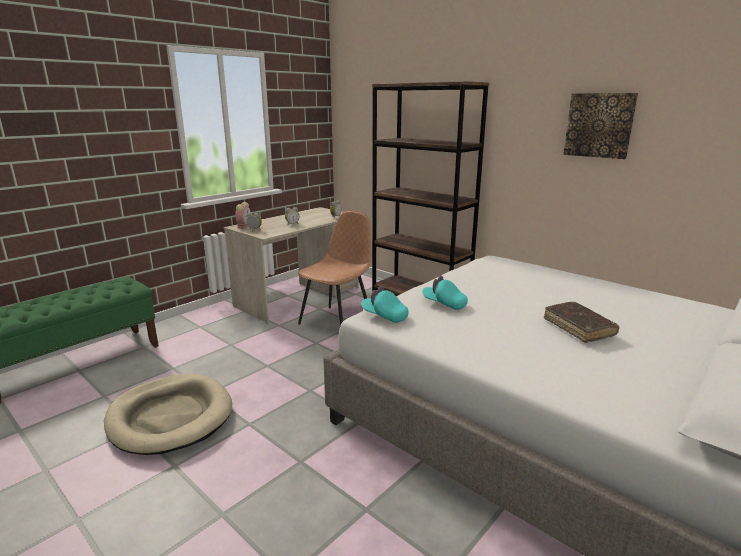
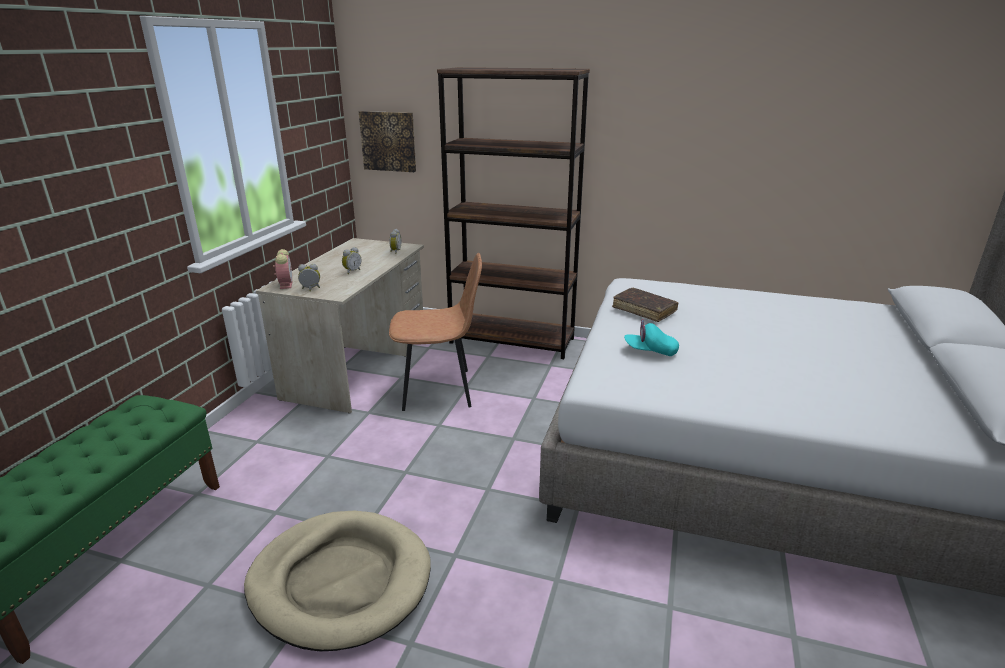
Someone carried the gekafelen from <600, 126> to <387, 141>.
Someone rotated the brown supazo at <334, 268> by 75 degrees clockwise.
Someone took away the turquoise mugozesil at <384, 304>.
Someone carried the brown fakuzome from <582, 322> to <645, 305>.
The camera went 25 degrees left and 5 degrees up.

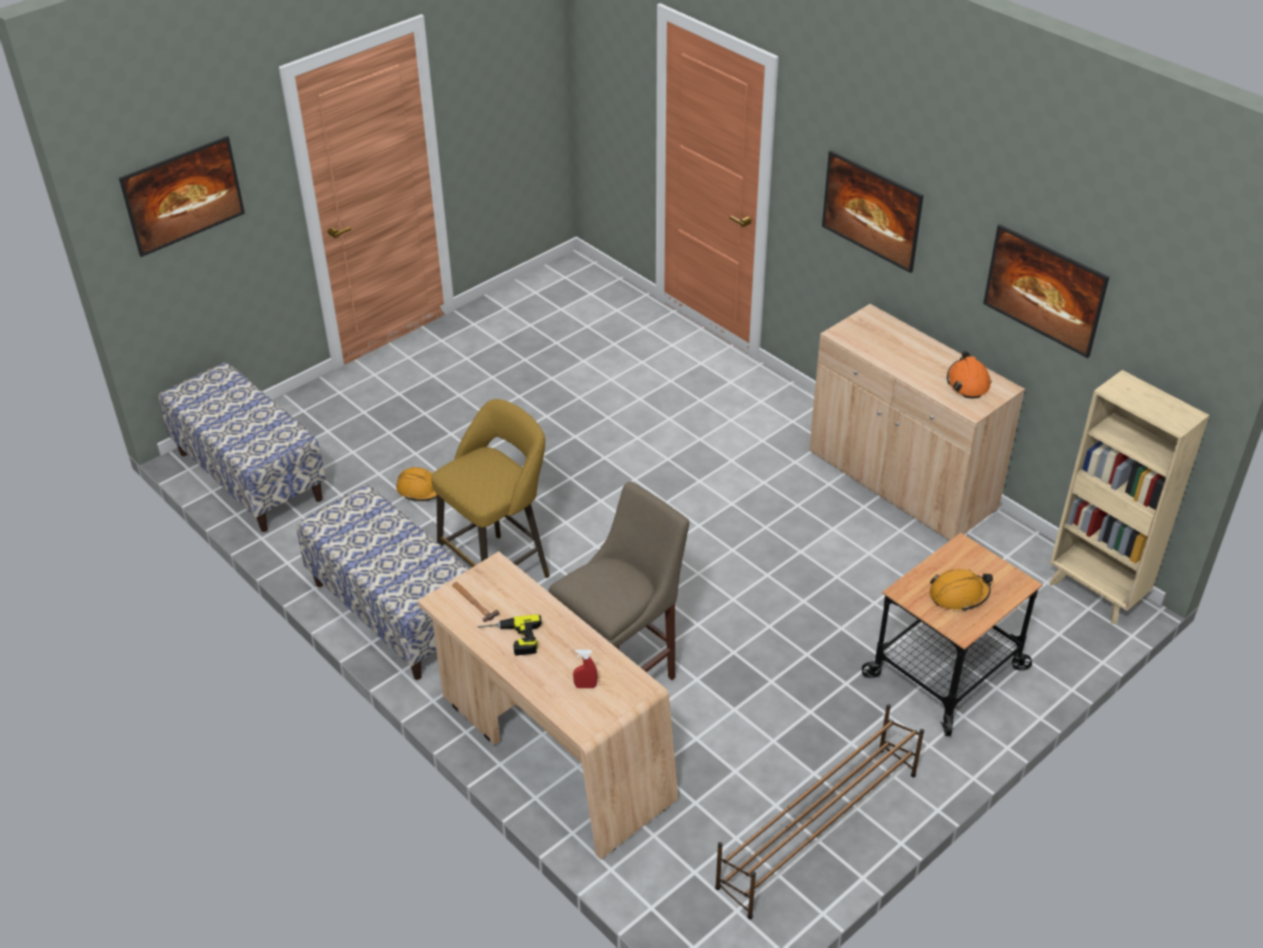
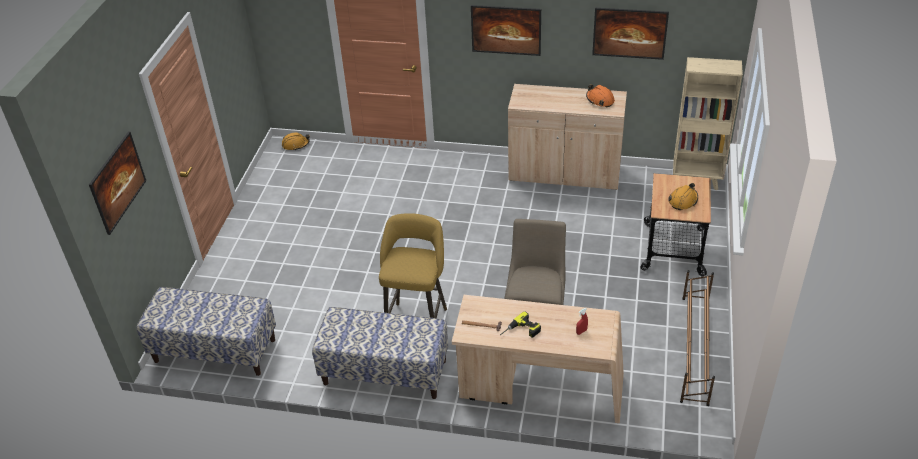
Someone carried the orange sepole from <416, 484> to <296, 141>.
The camera went 35 degrees left and 0 degrees up.

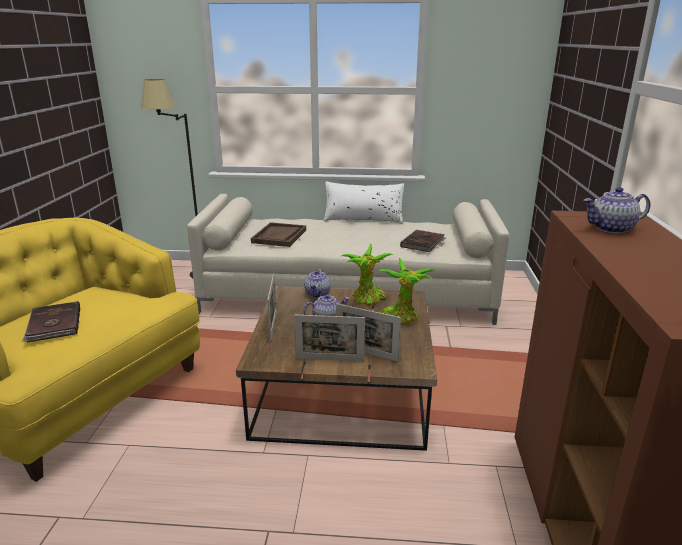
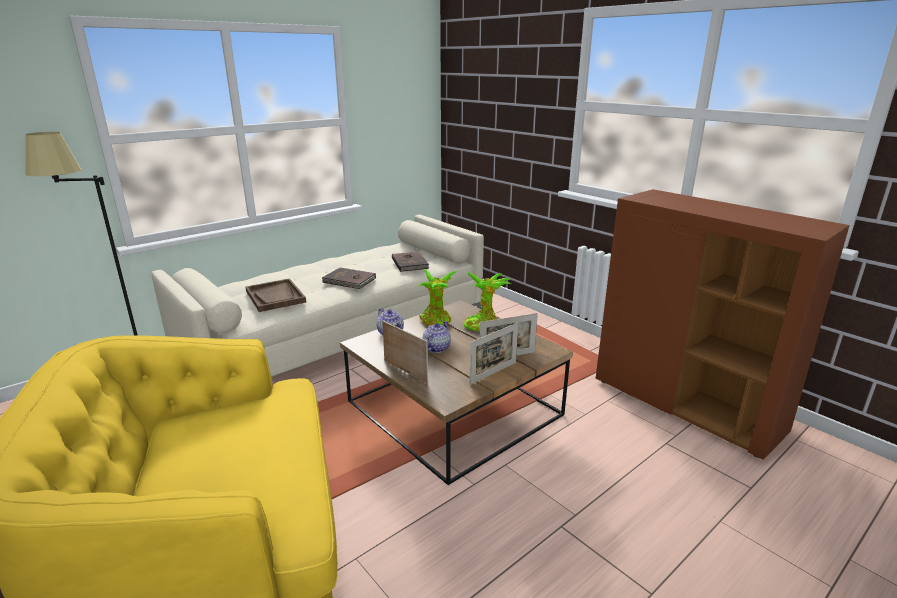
Someone took away the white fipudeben at <363, 203>.
Someone took away the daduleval at <617, 210>.
Someone carried the brown fakuzome from <51, 322> to <349, 278>.
The camera went 45 degrees left and 0 degrees up.

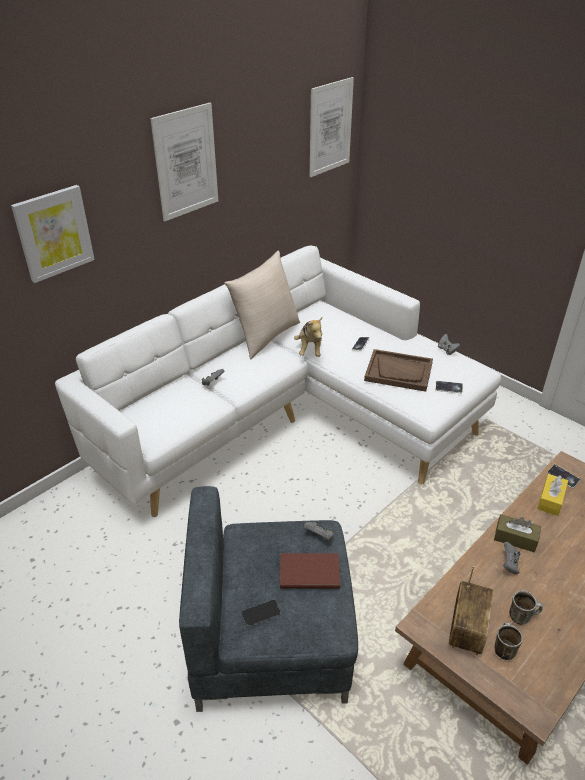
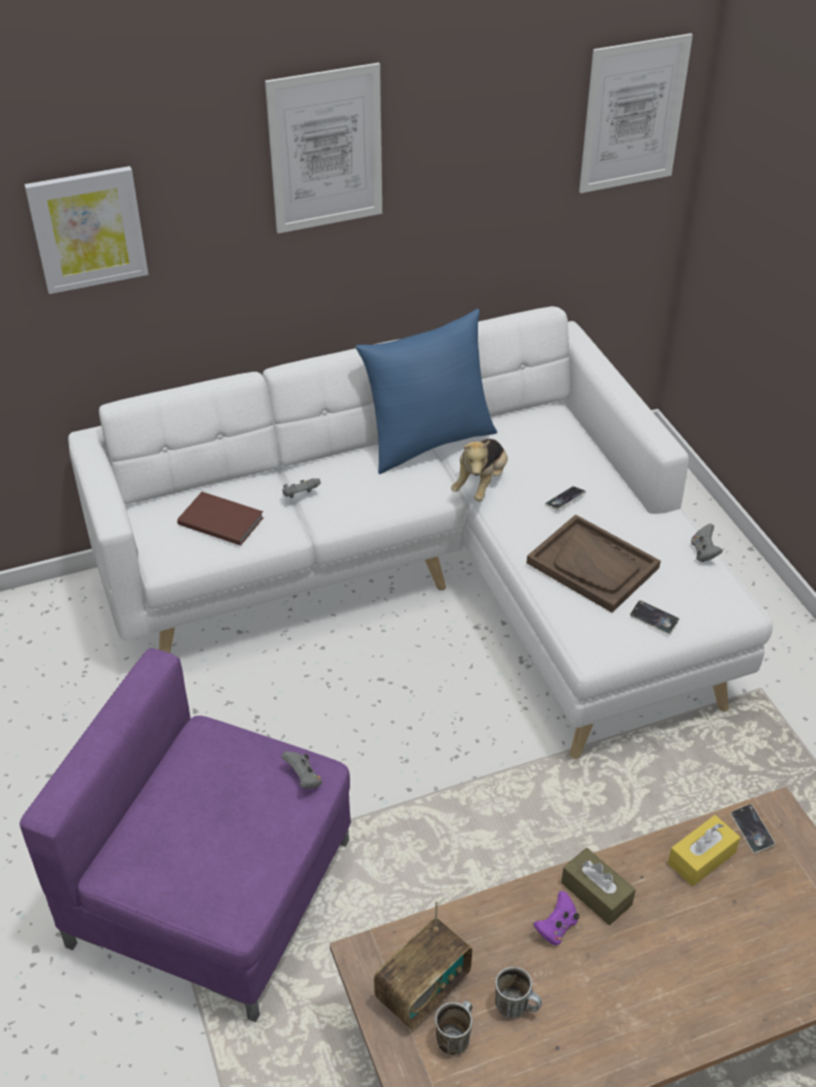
Someone repainted the beige fipudeben at <262, 305>, which became the blue fipudeben at <426, 391>.
Someone repainted the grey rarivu at <268, 599>, which became the purple rarivu at <185, 835>.
Someone repainted the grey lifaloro at <511, 558>, which became the purple lifaloro at <556, 918>.
Someone carried the brown fakuzome from <310, 571> to <220, 519>.
Someone took away the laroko at <261, 613>.
The camera went 25 degrees right and 5 degrees up.

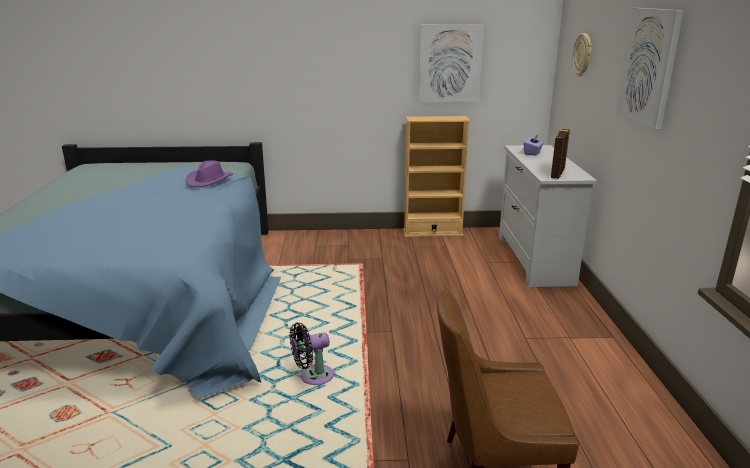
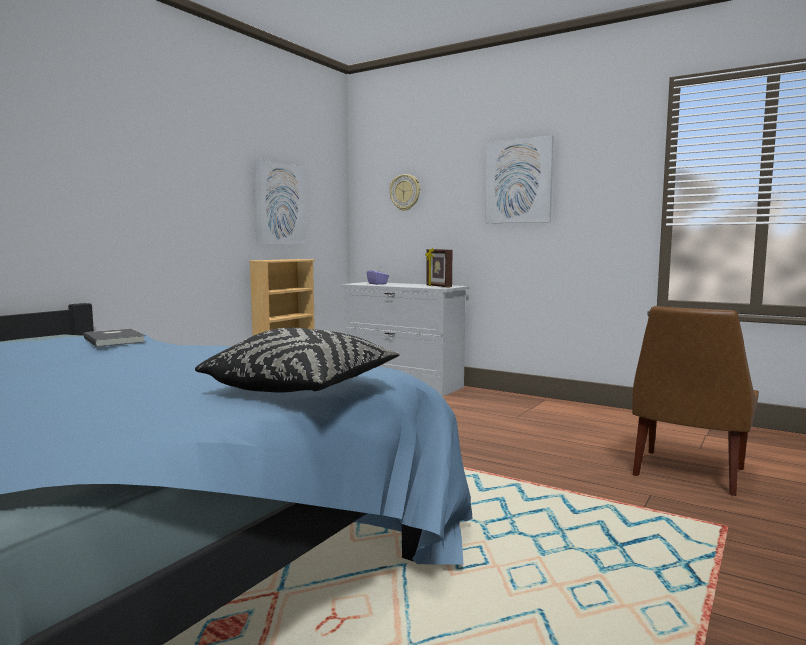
Someone swapped the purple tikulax at <209, 174> for the grey fakuzome at <114, 338>.
Someone took away the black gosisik at <312, 353>.
Someone put down the black fipudeben at <297, 360>.
The camera went 55 degrees left and 15 degrees down.

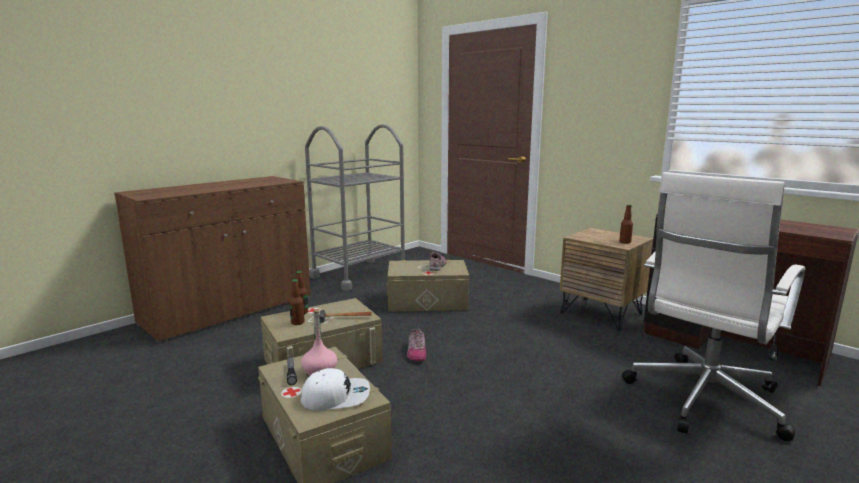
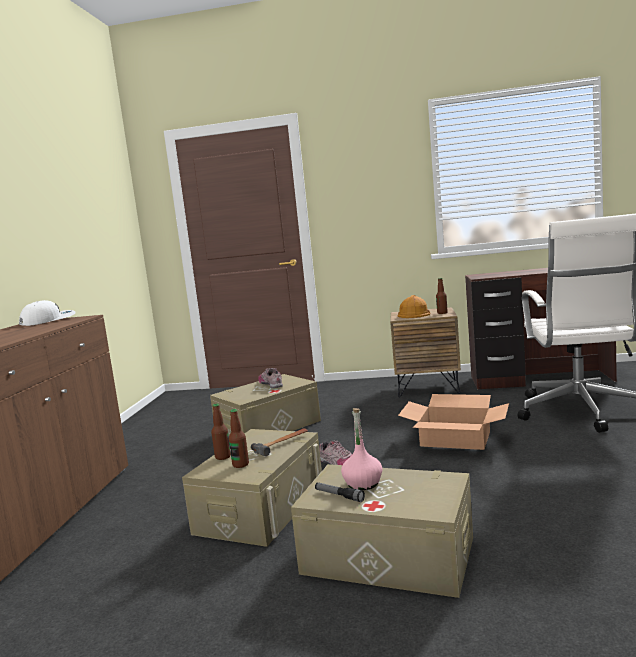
Someone took away the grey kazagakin at <355, 207>.
Someone carried the white mugozesil from <335, 389> to <47, 313>.
Someone put down the orange sepole at <413, 306>.
Someone put down the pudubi at <453, 422>.
The camera went 35 degrees left and 5 degrees down.

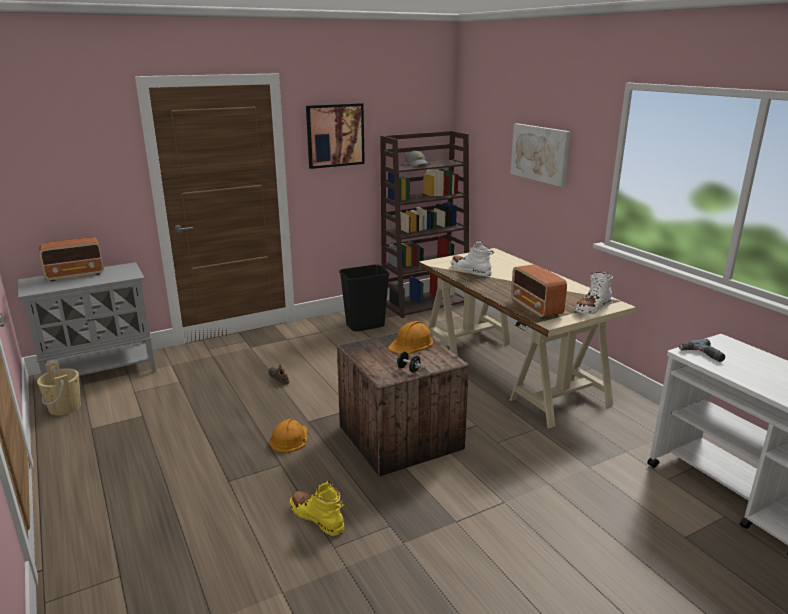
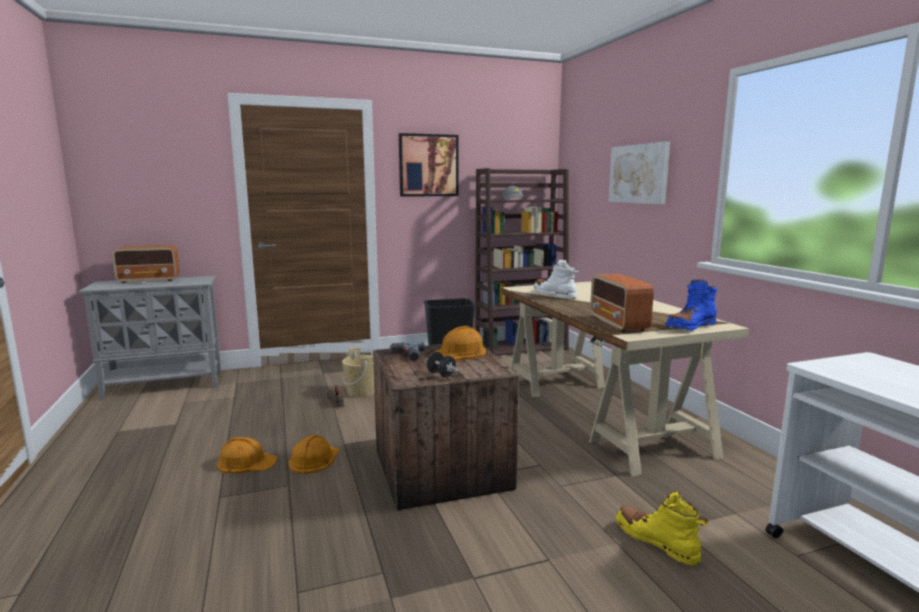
Someone repainted the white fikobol at <593, 292>, which became the blue fikobol at <691, 305>.
Someone carried the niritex from <702, 350> to <407, 351>.
Someone carried the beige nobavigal from <59, 388> to <358, 372>.
Someone carried the yellow fikobol from <317, 508> to <662, 528>.
Someone put down the orange sepole at <247, 455>.
The camera went 10 degrees right and 10 degrees down.

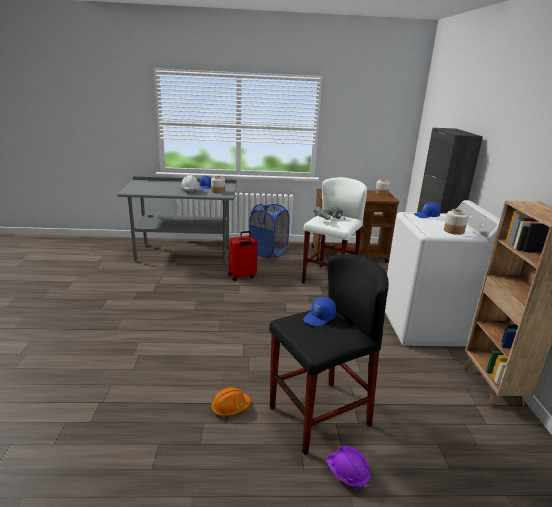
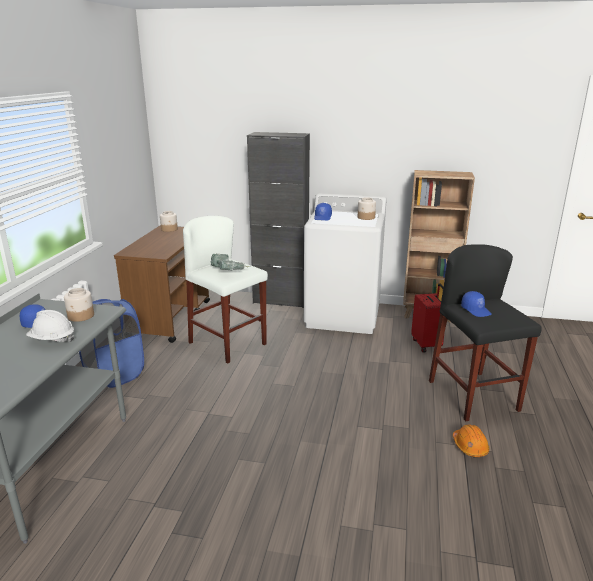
Someone carried the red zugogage from <243, 256> to <427, 318>.
Someone took away the purple sepole at <348, 467>.
The camera went 75 degrees left and 0 degrees up.

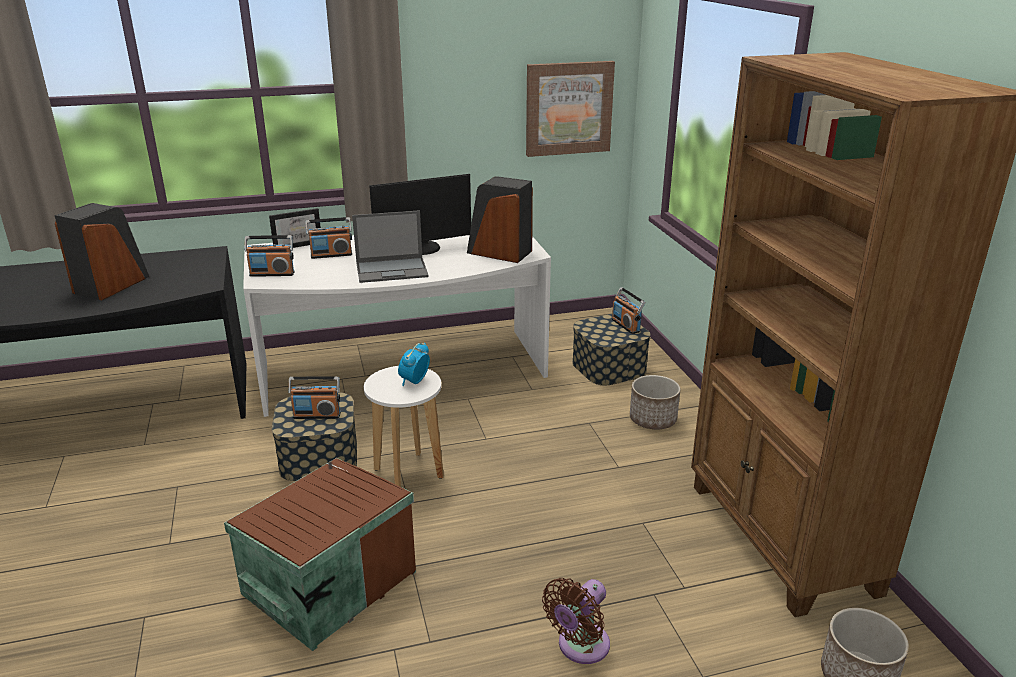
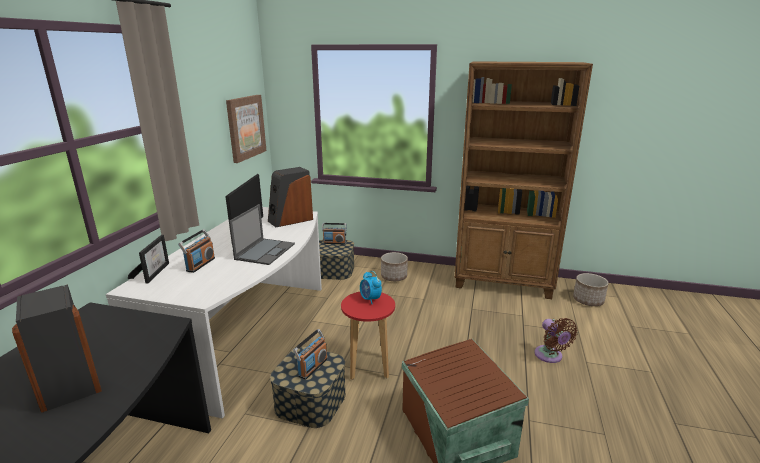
Someone took away the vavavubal at <270, 256>.
Someone repainted the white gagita at <404, 426>, which became the red gagita at <368, 336>.
The camera went 60 degrees left and 5 degrees down.

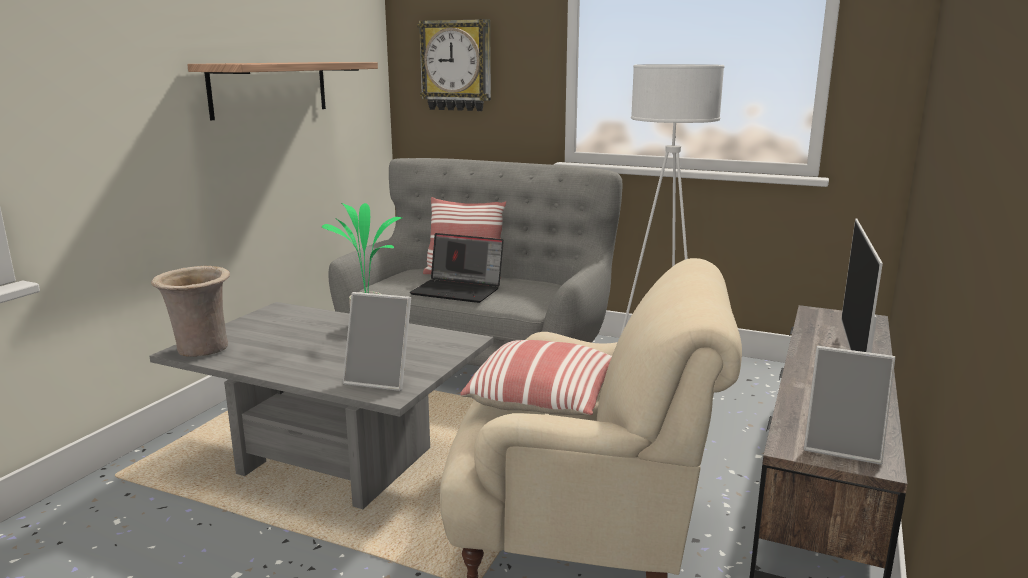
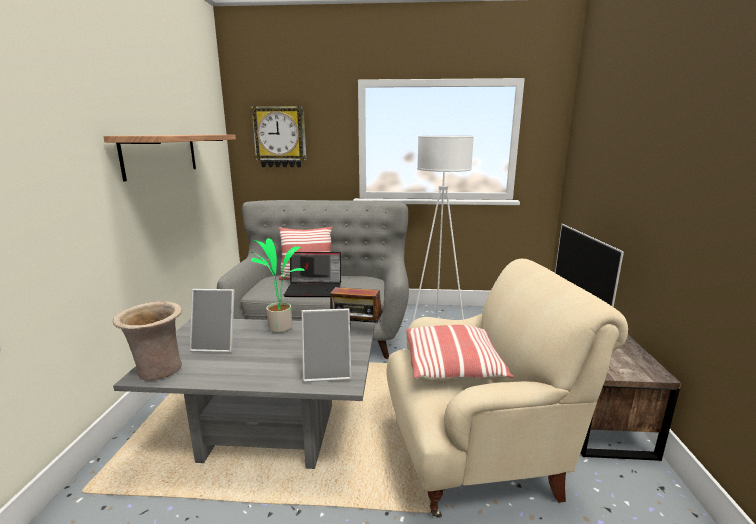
Someone carried the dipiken from <849, 405> to <211, 321>.
Someone put down the vavavubal at <356, 302>.
The camera went 20 degrees left and 0 degrees up.

